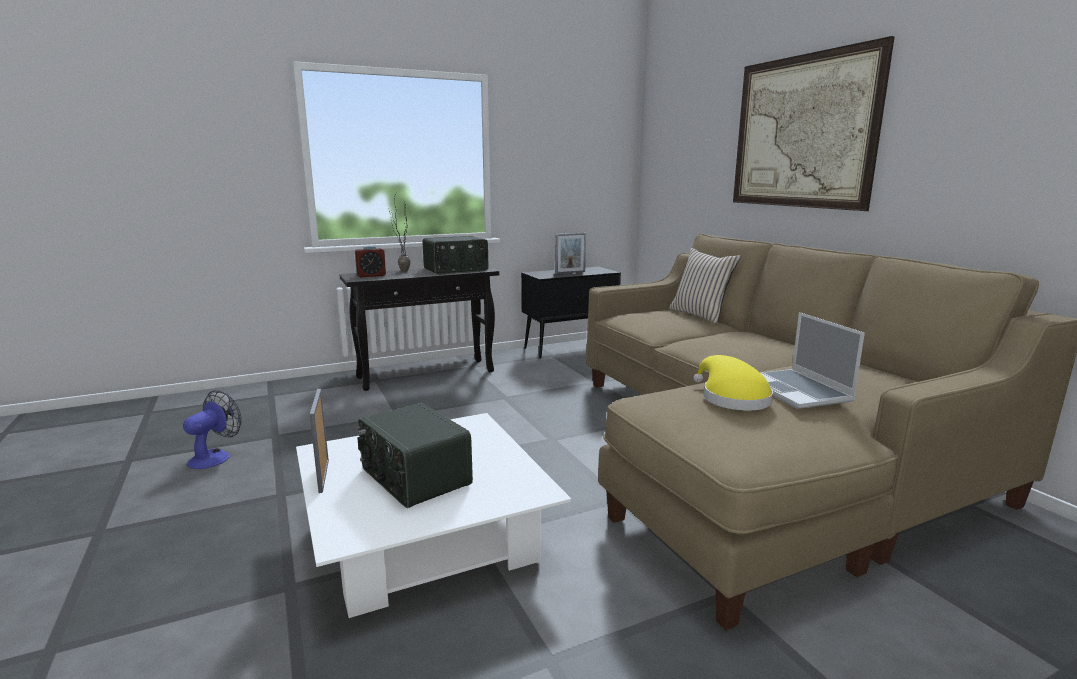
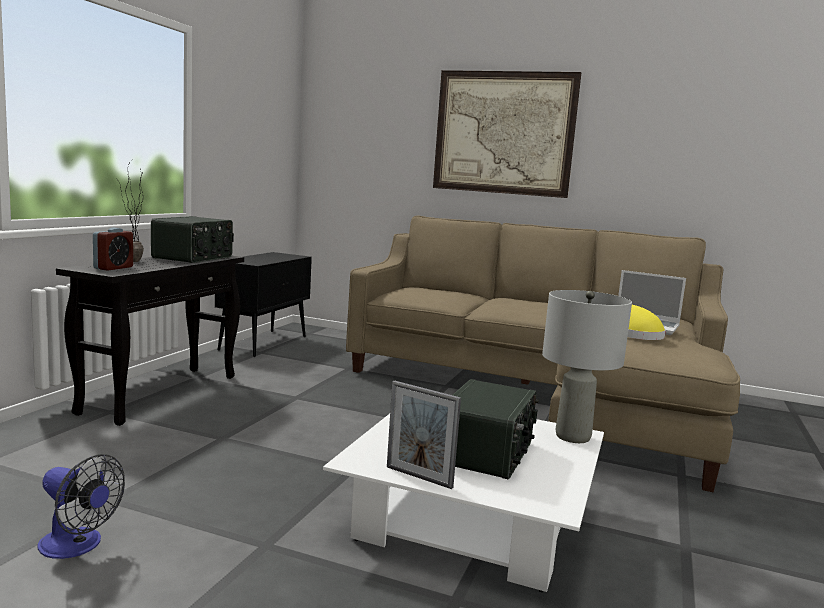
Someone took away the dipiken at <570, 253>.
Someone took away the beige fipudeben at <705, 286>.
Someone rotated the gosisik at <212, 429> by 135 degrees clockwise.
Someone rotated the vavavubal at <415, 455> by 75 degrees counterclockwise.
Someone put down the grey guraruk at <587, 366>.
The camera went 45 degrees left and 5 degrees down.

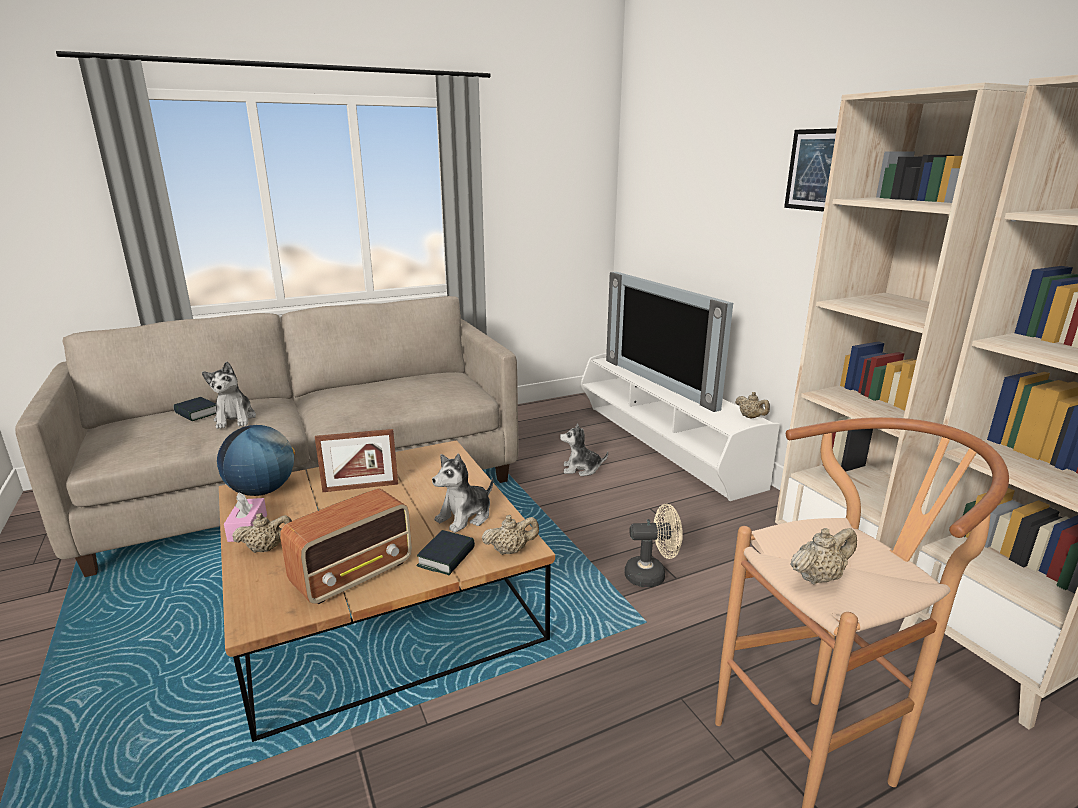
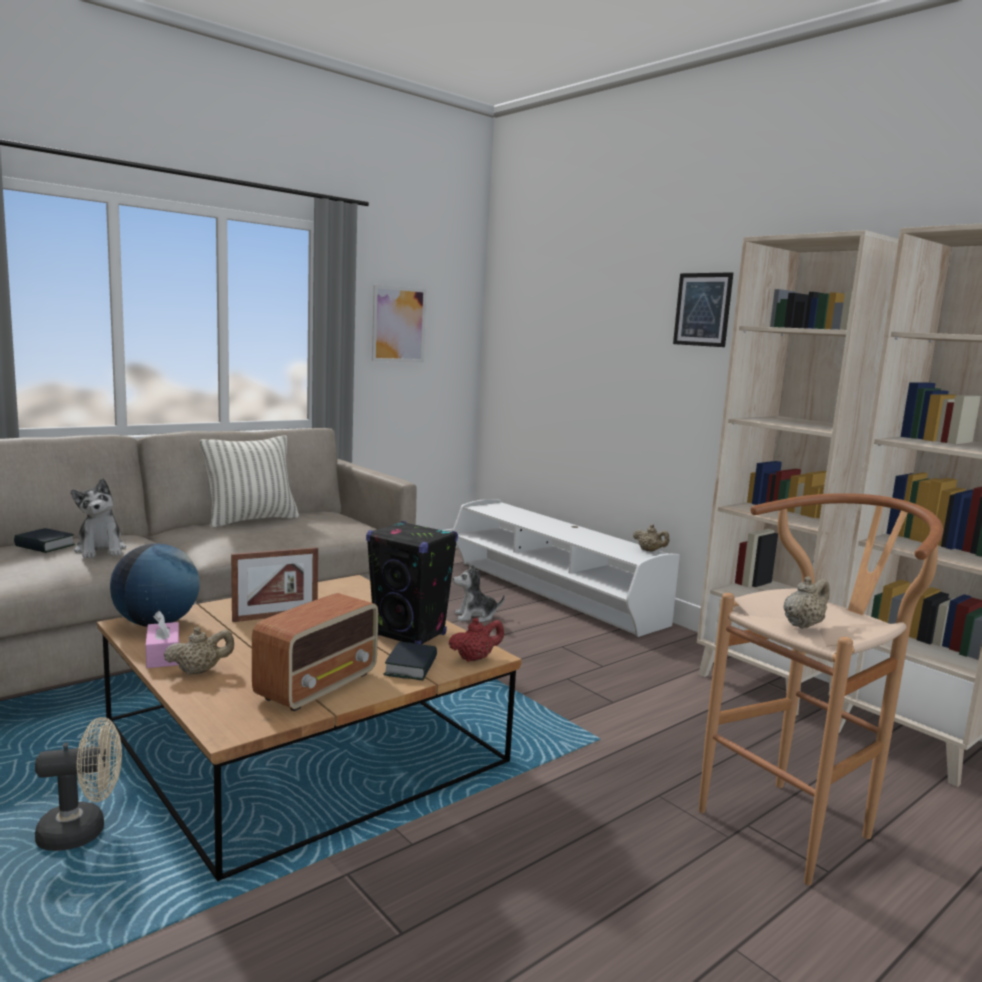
Someone took away the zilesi at <669, 342>.
Someone swapped the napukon at <462, 493> for the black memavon at <412, 582>.
Someone carried the beige gosisik from <653, 545> to <78, 784>.
Someone repainted the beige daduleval at <510, 535>, which became the red daduleval at <476, 640>.
Someone put up the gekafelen at <399, 323>.
Someone put down the fipudeben at <249, 481>.
The camera went 15 degrees left and 10 degrees down.

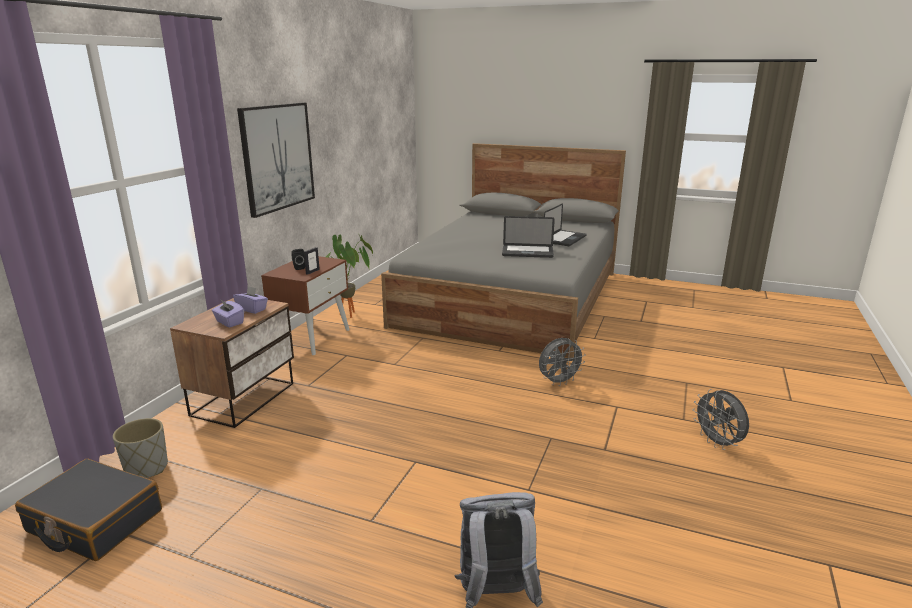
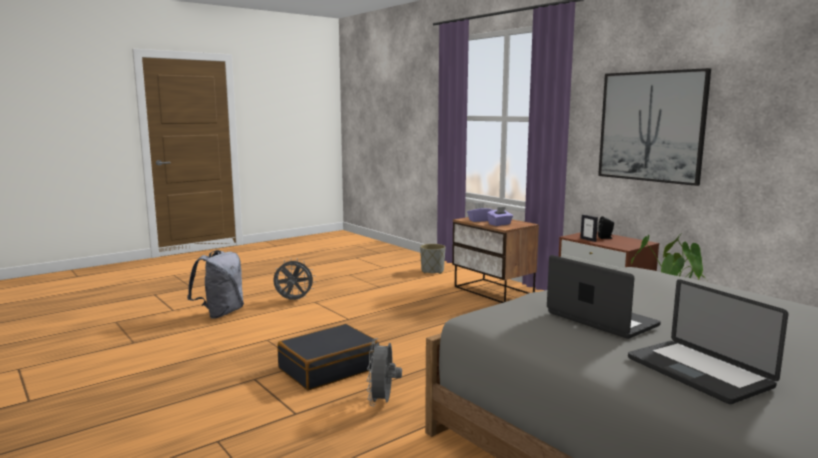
Someone rotated the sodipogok at <528, 237> by 105 degrees clockwise.
Someone carried the grey gosisik from <720, 419> to <294, 279>.
Someone carried the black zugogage from <88, 510> to <328, 357>.
The camera went 120 degrees right and 10 degrees down.

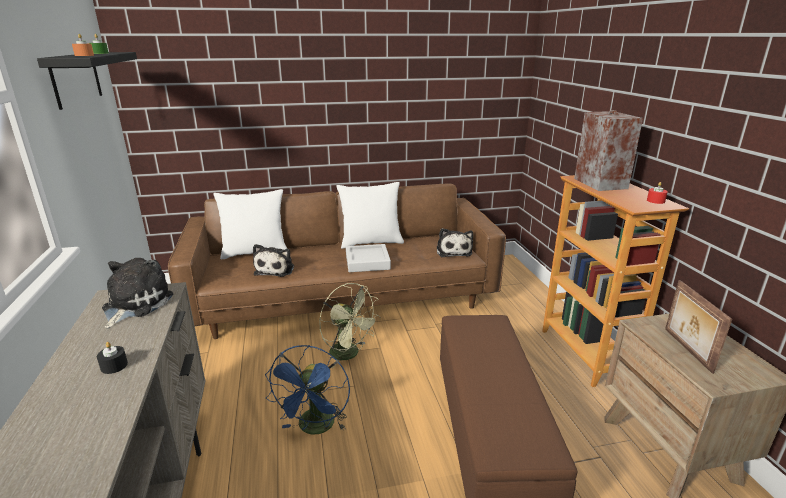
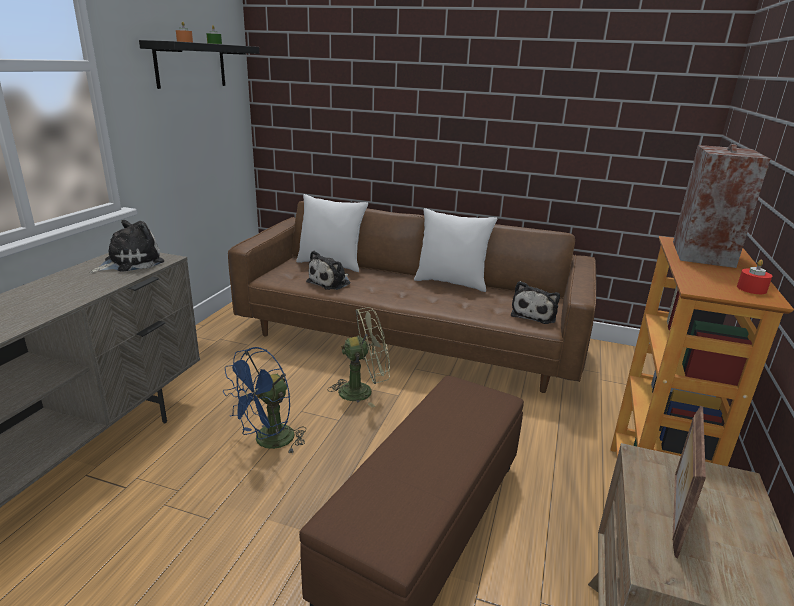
Someone took away the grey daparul at <368, 258>.
Someone rotated the green gosisik at <350, 325> by 90 degrees counterclockwise.
Someone took away the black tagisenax at <112, 358>.
The camera went 30 degrees right and 0 degrees up.

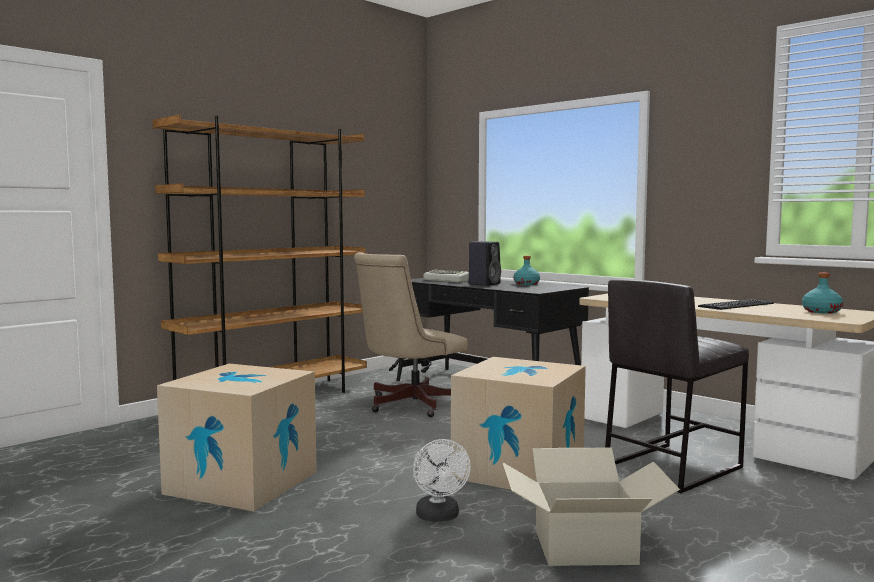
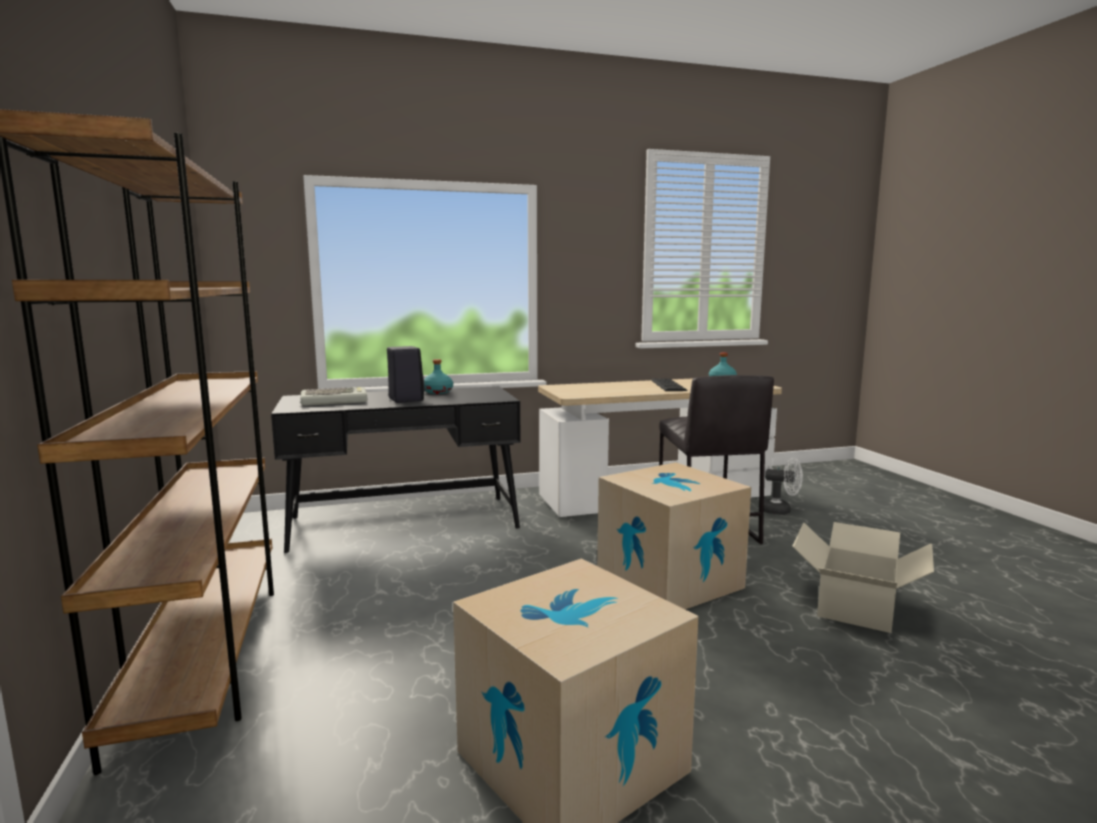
Someone took away the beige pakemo at <411, 334>.
Someone carried the white gosisik from <442, 480> to <783, 486>.
The camera went 60 degrees left and 5 degrees up.

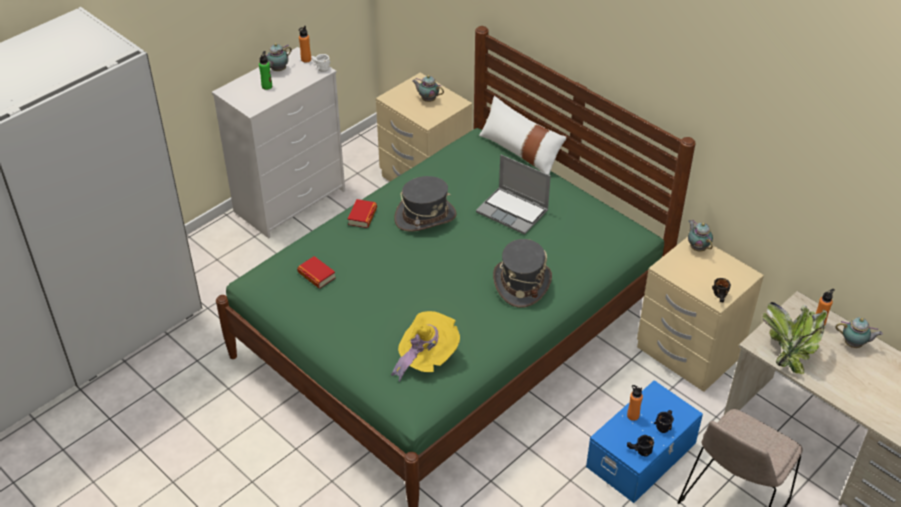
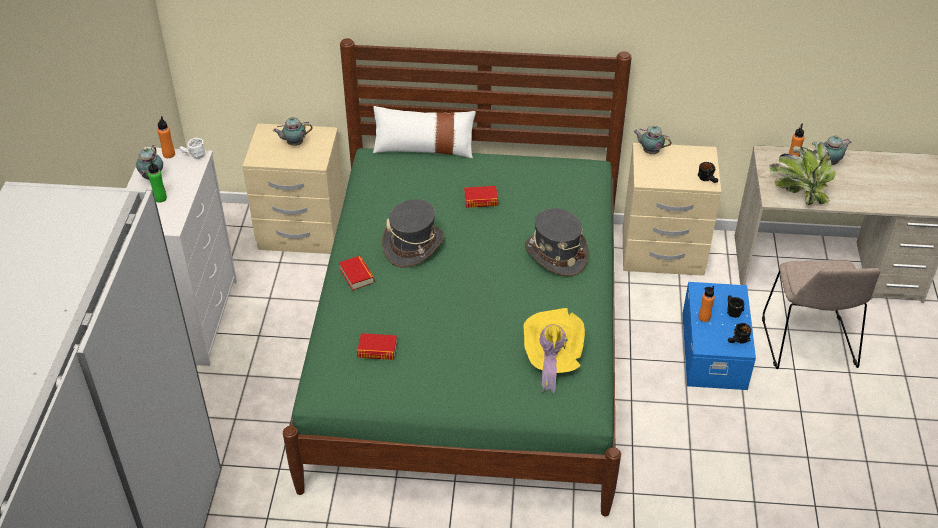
Someone swapped the sodipogok at <513, 194> for the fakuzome at <481, 197>.
The camera went 40 degrees left and 0 degrees up.

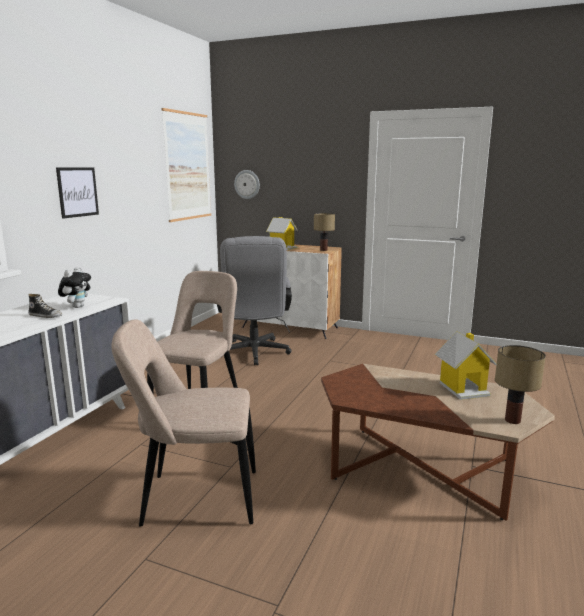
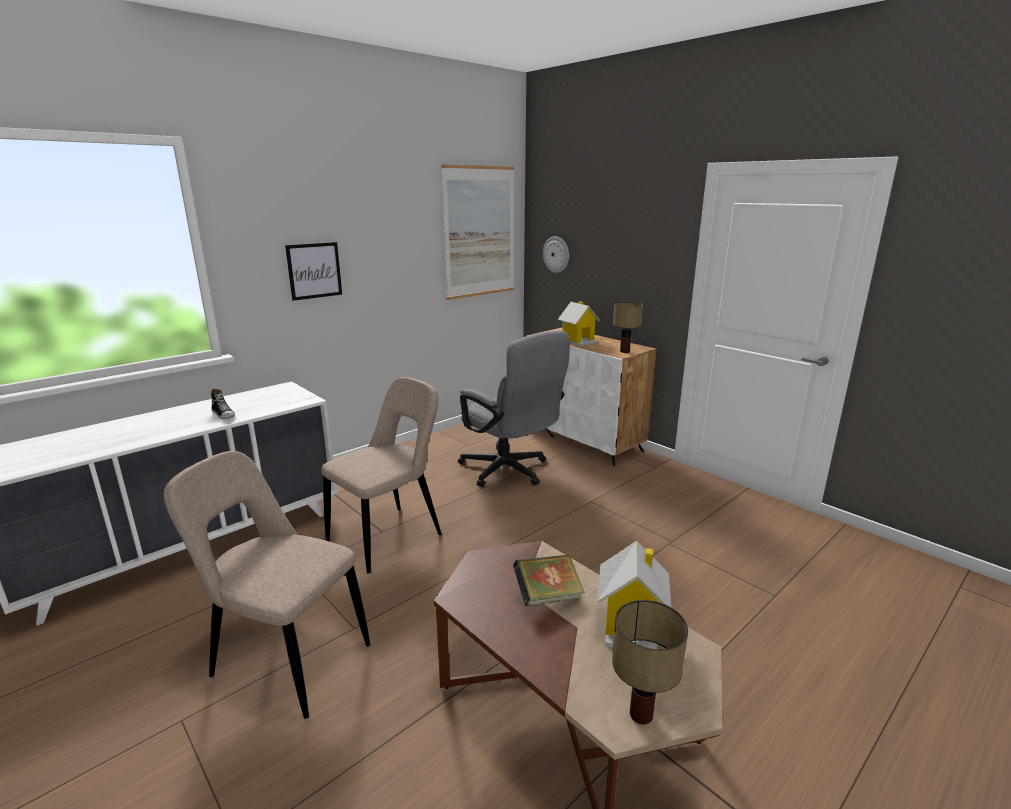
Someone rotated the grey pakemo at <254, 300> by 60 degrees counterclockwise.
Someone took away the napukon at <74, 287>.
Someone put down the fakuzome at <549, 580>.
The camera went 25 degrees right and 5 degrees up.

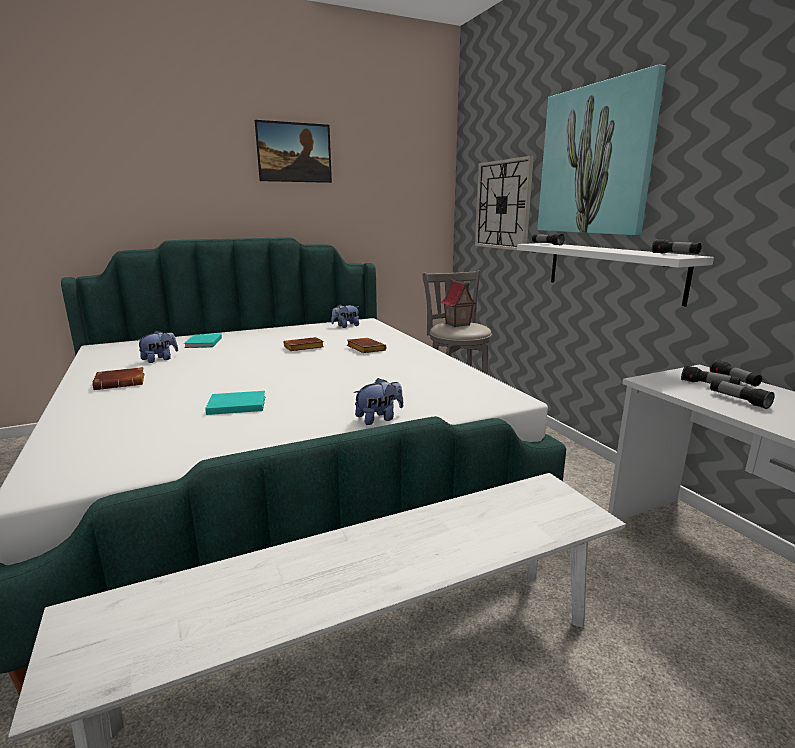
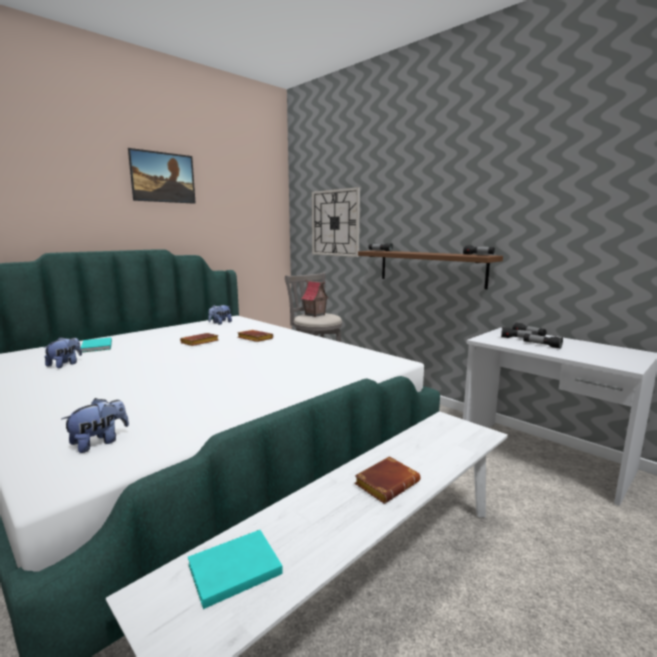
Someone took away the gekafelen at <601, 149>.
Someone repainted the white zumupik at <615, 274>, which became the brown zumupik at <430, 269>.
Someone carried the brown fakuzome from <118, 378> to <387, 480>.
Someone carried the napukon from <378, 401> to <95, 425>.
Someone carried the turquoise fakuzome from <235, 403> to <235, 569>.
The camera went 20 degrees left and 5 degrees down.

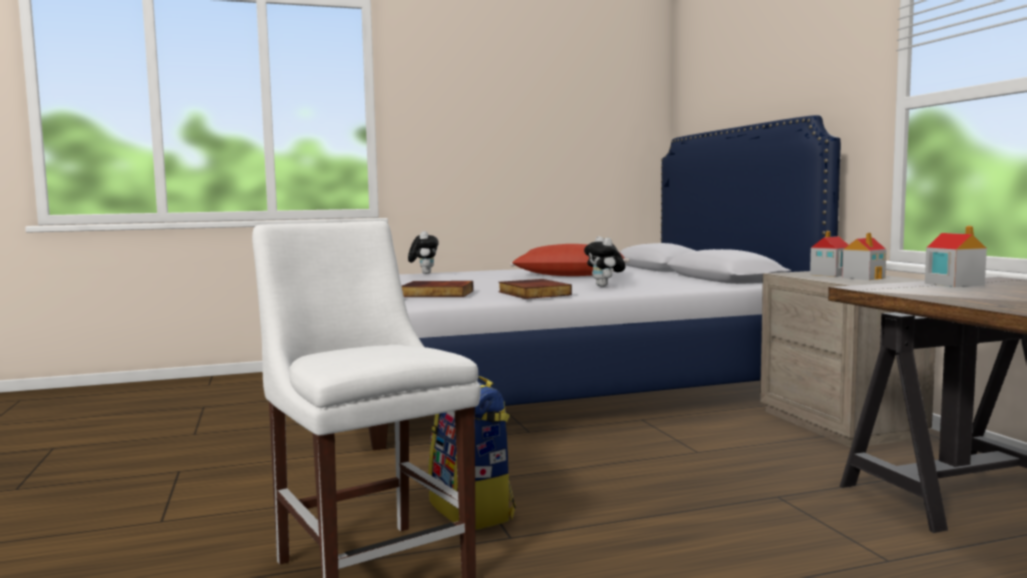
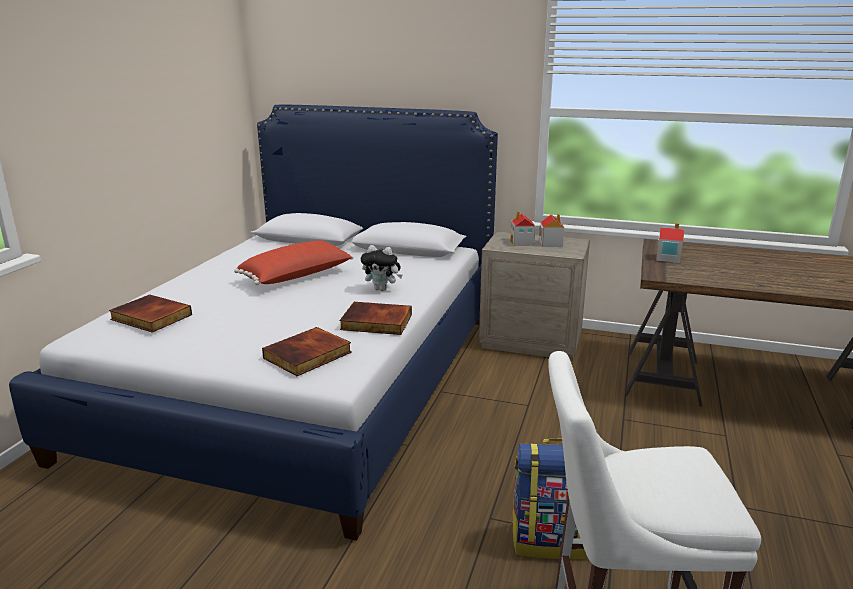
Someone swapped the napukon at <423, 252> for the fakuzome at <150, 313>.
The camera went 55 degrees left and 15 degrees up.

